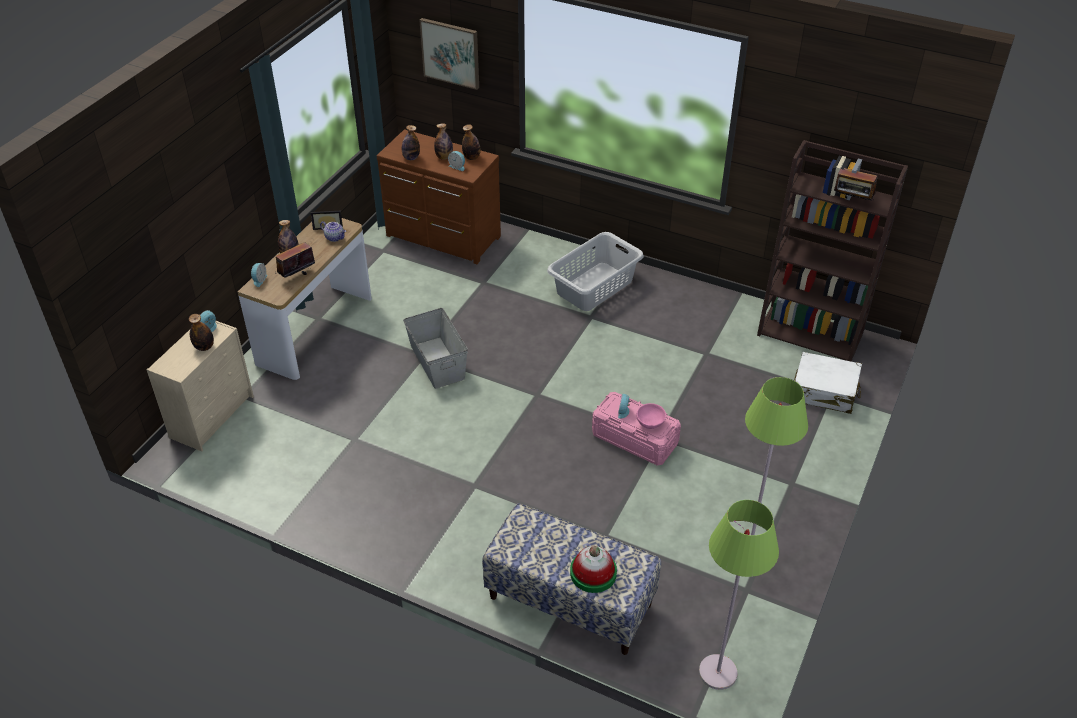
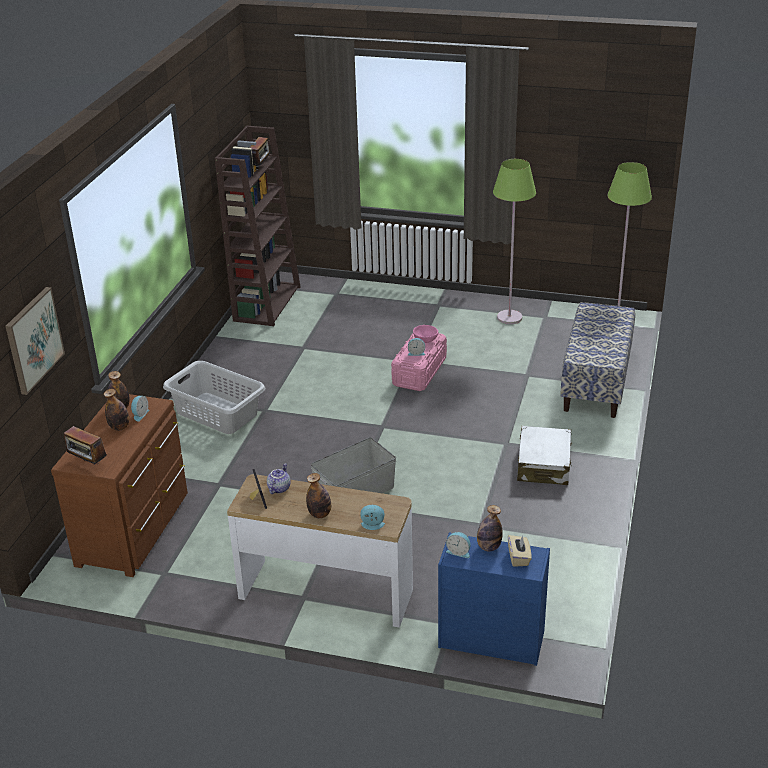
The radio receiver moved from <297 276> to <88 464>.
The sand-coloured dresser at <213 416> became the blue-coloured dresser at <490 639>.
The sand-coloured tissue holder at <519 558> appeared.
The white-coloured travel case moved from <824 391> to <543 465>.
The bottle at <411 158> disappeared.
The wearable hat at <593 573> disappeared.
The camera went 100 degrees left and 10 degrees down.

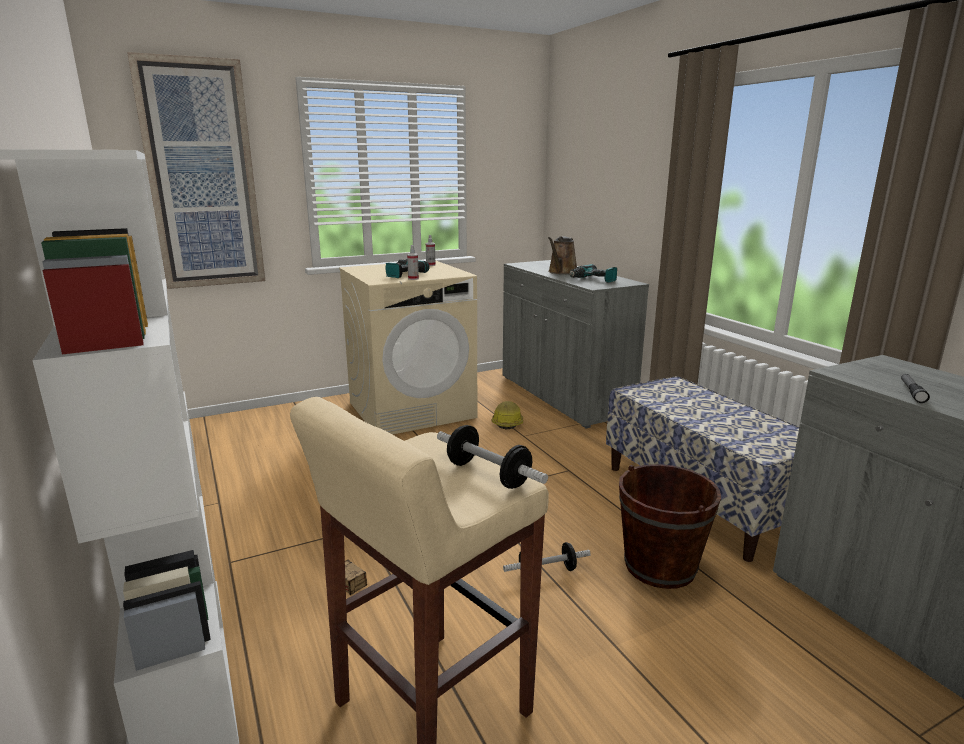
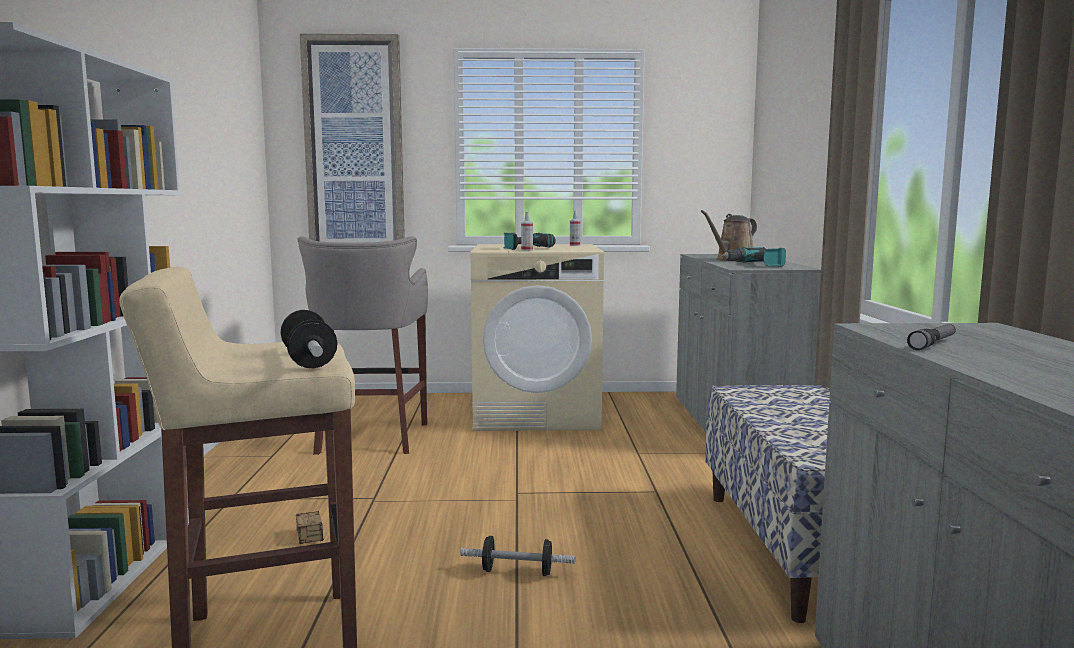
The gray sitting stool at <370 439> appeared.
The safety helmet at <507 422> disappeared.
The brownish water bucket at <660 566> disappeared.
The camera went 25 degrees right and 10 degrees down.

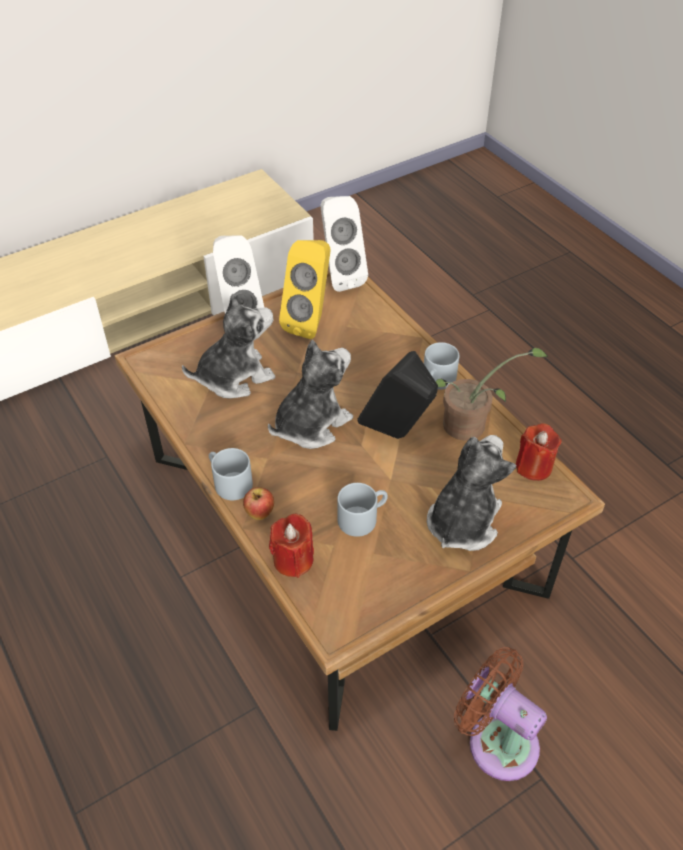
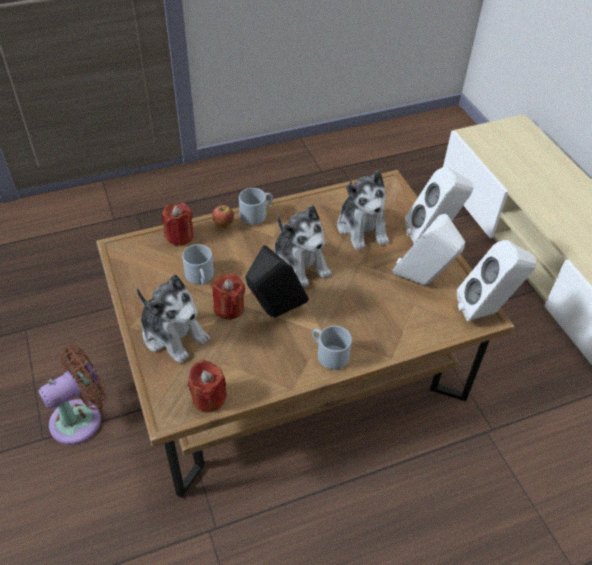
The red candle at <229 308> appeared.
The yellowish audio speaker at <310 322> became the white-coloured audio speaker at <422 282>.
The houseplant at <470 426> disappeared.
The camera went 100 degrees right and 0 degrees up.

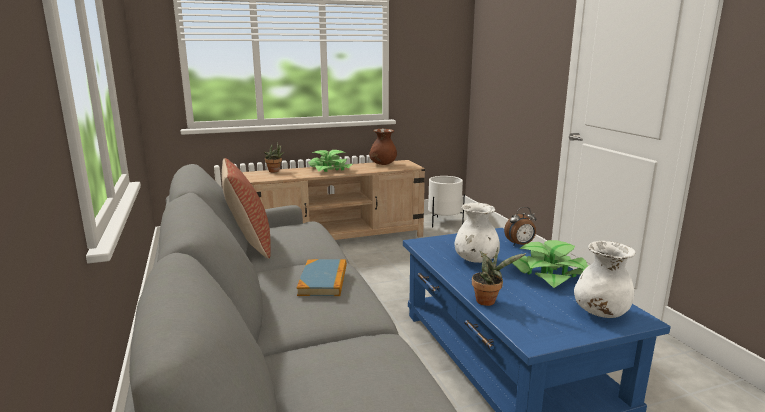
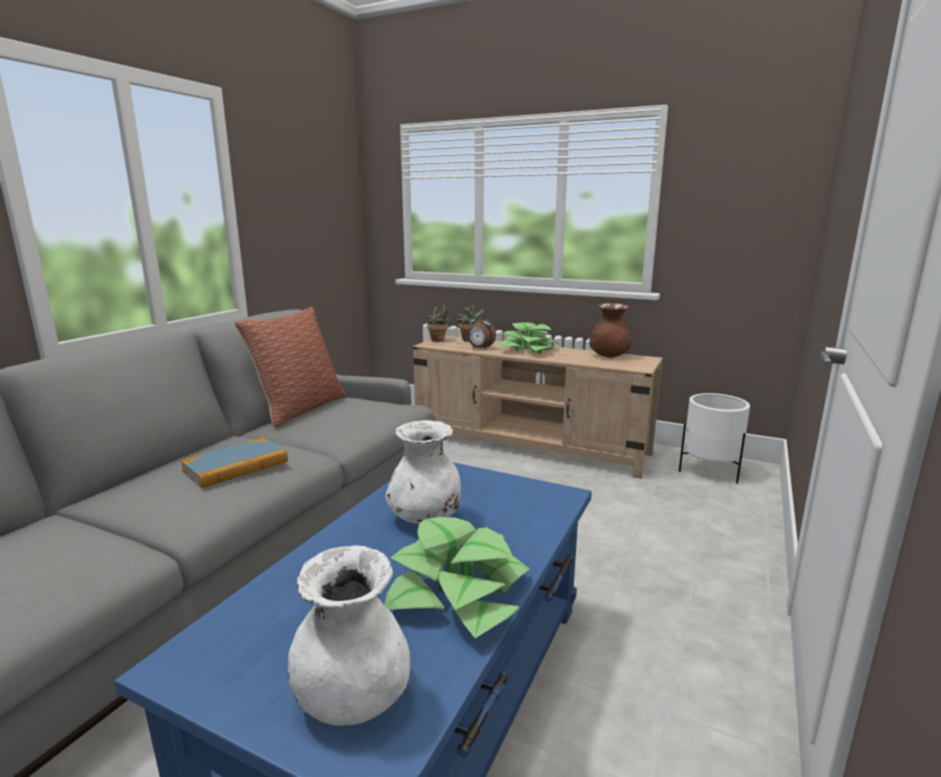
The houseplant moved from <488 301> to <439 340>.
The table clock moved from <520 244> to <480 348>.
The camera went 45 degrees right and 0 degrees up.

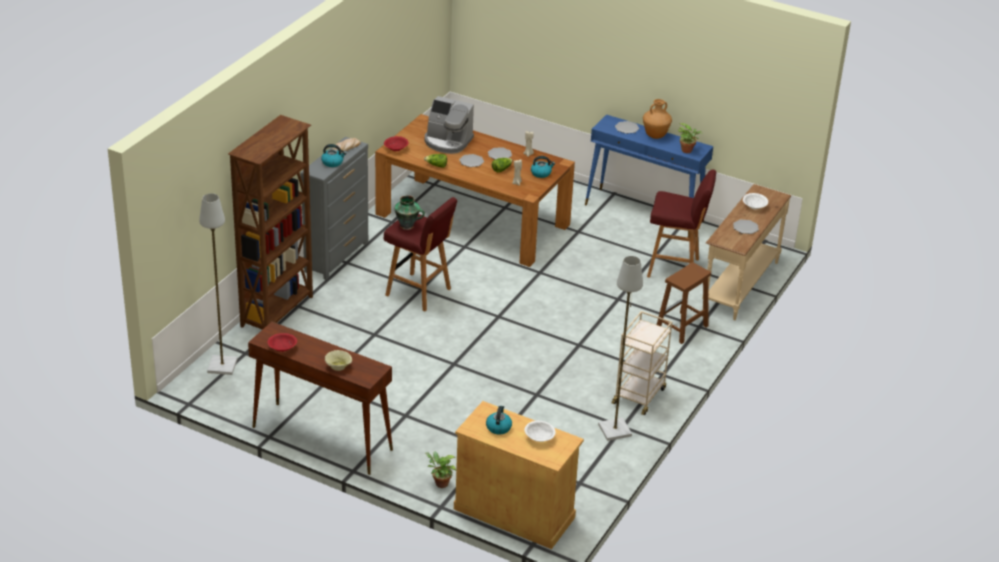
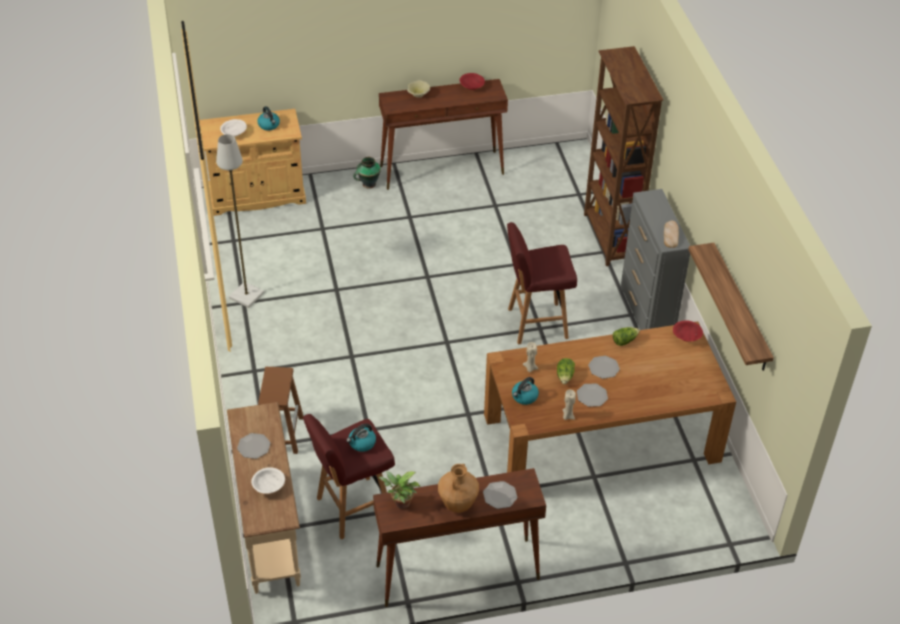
The water kettle moved from <333 162> to <362 443>.
The vase moved from <407 226> to <368 184>.
The blue-coloured console table at <644 213> became the brownish console table at <456 572>.
The shelf at <740 308> appeared.
The gray floor lamp at <221 365> disappeared.
The coffee maker at <447 142> disappeared.
The houseplant at <440 483> disappeared.
The sand-coloured trolley at <639 395> disappeared.
The camera went 140 degrees right and 10 degrees up.

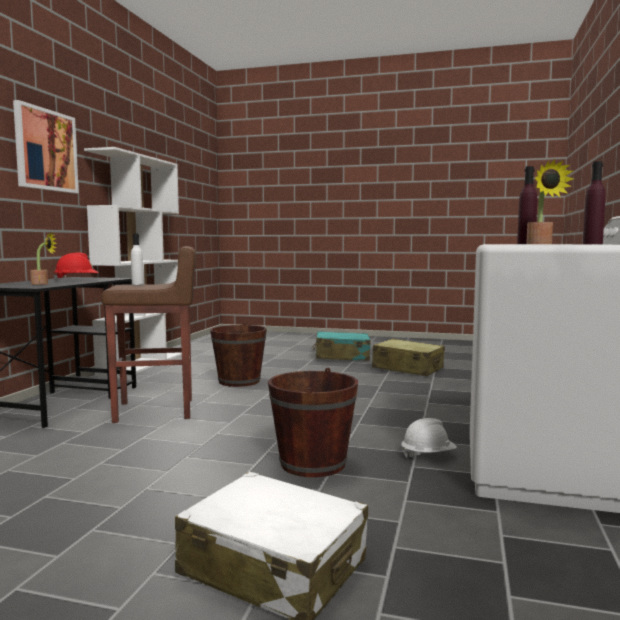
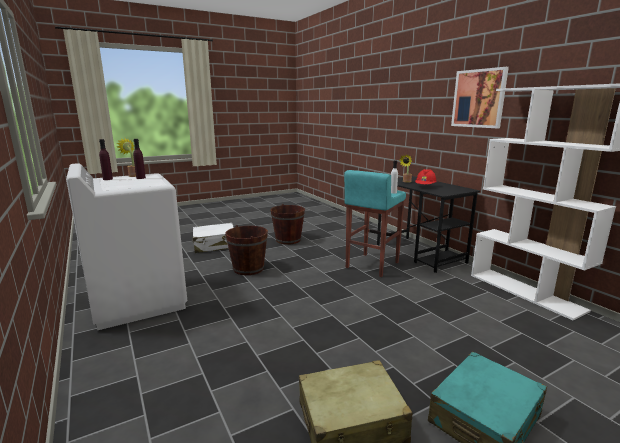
The brownish water bucket moved from <239 381> to <288 240>.
The brownish sitting stool at <156 411> became the turquoise sitting stool at <371 265>.
The white-coloured safety helmet at <428 455> disappeared.
The camera went 135 degrees right and 10 degrees up.

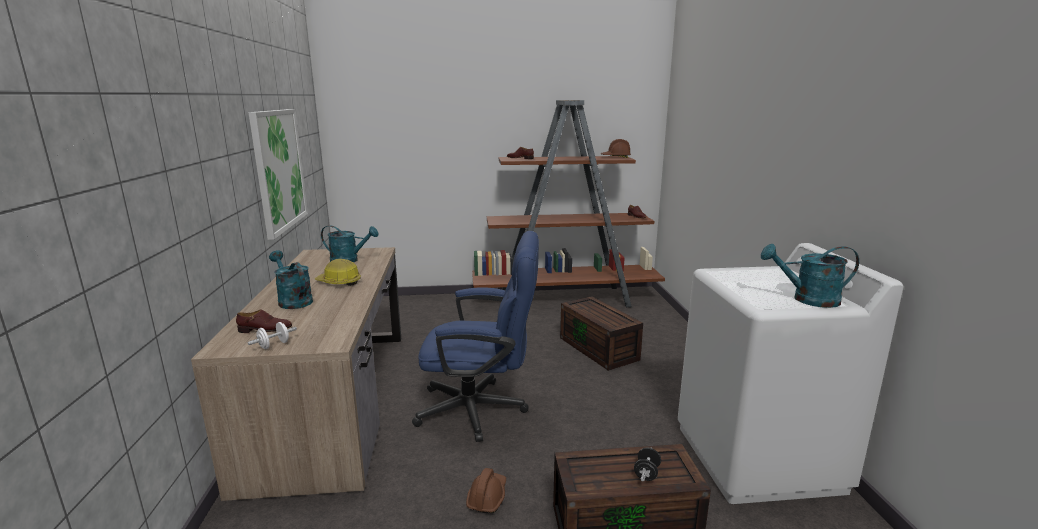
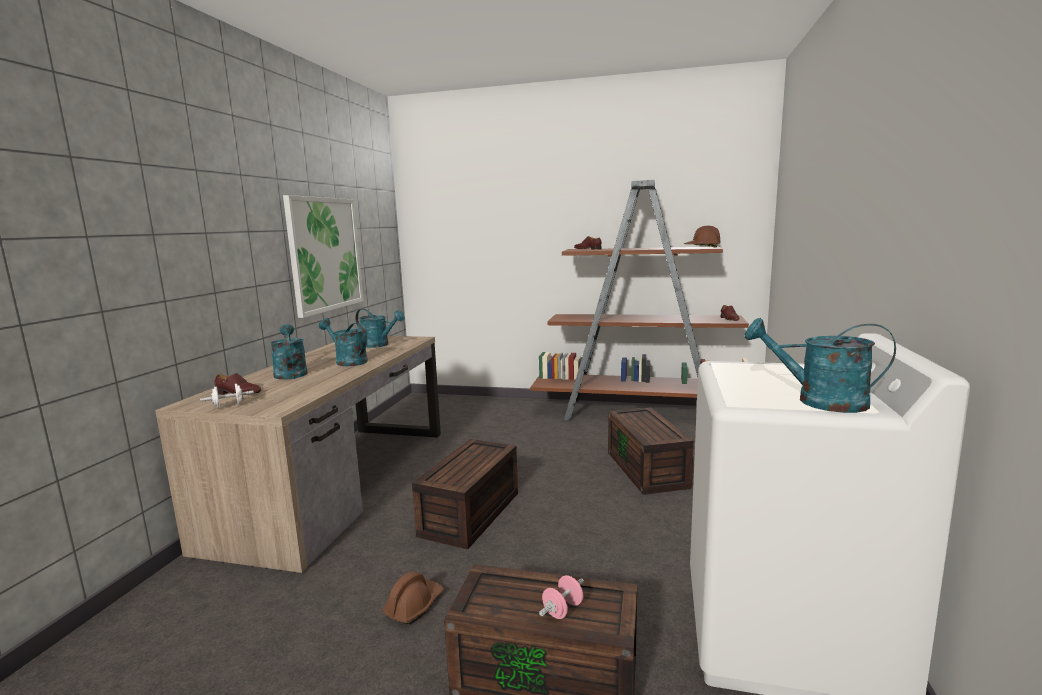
The safety helmet at <339 282> was replaced by the turquoise watering can at <347 361>.
The blue-coloured office chair at <481 410> was replaced by the brownish storage container at <471 515>.
The black hand weight at <646 473> became the pinkish hand weight at <563 610>.
The camera went 20 degrees right and 5 degrees down.

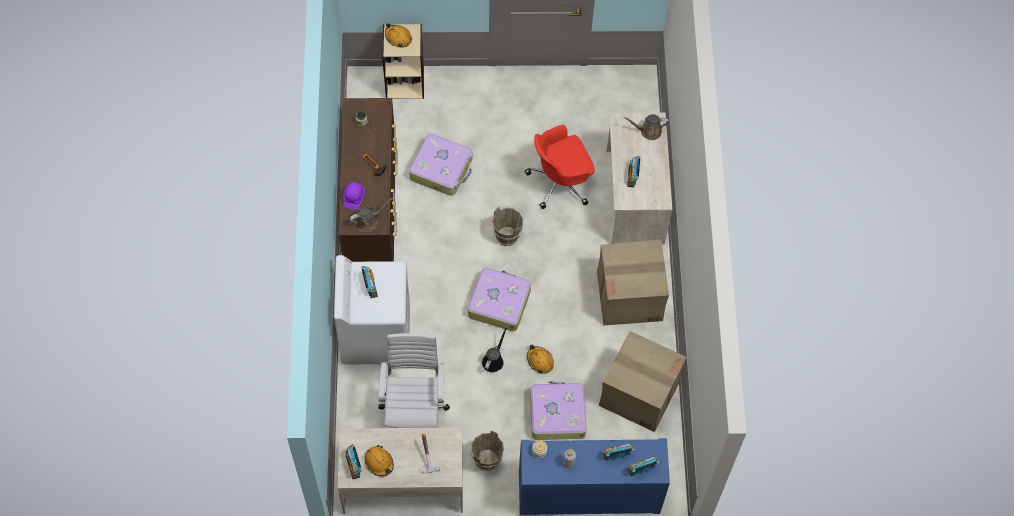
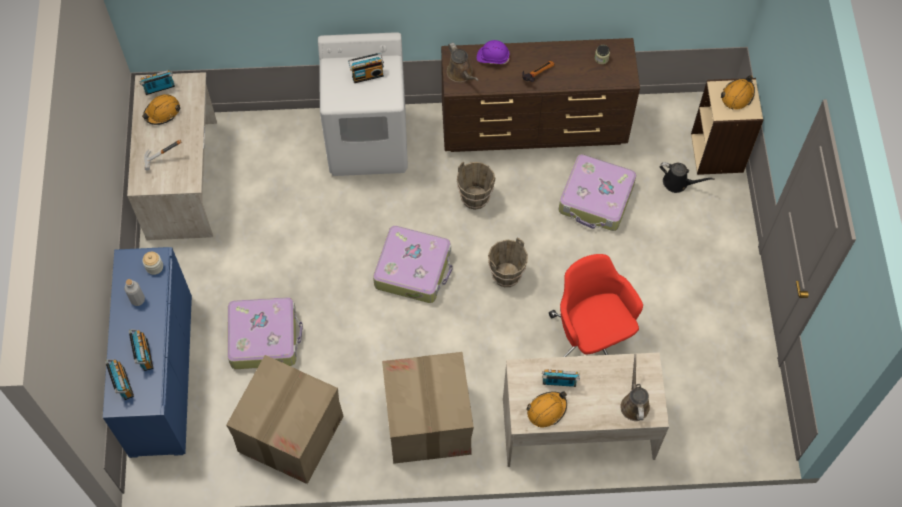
The brownish water bucket moved from <487 460> to <475 198>.
The orange-coloured safety helmet moved from <540 361> to <546 410>.
The black watering can moved from <493 360> to <678 183>.
The white-coloured office chair at <414 414> disappeared.
The camera went 90 degrees right and 0 degrees up.

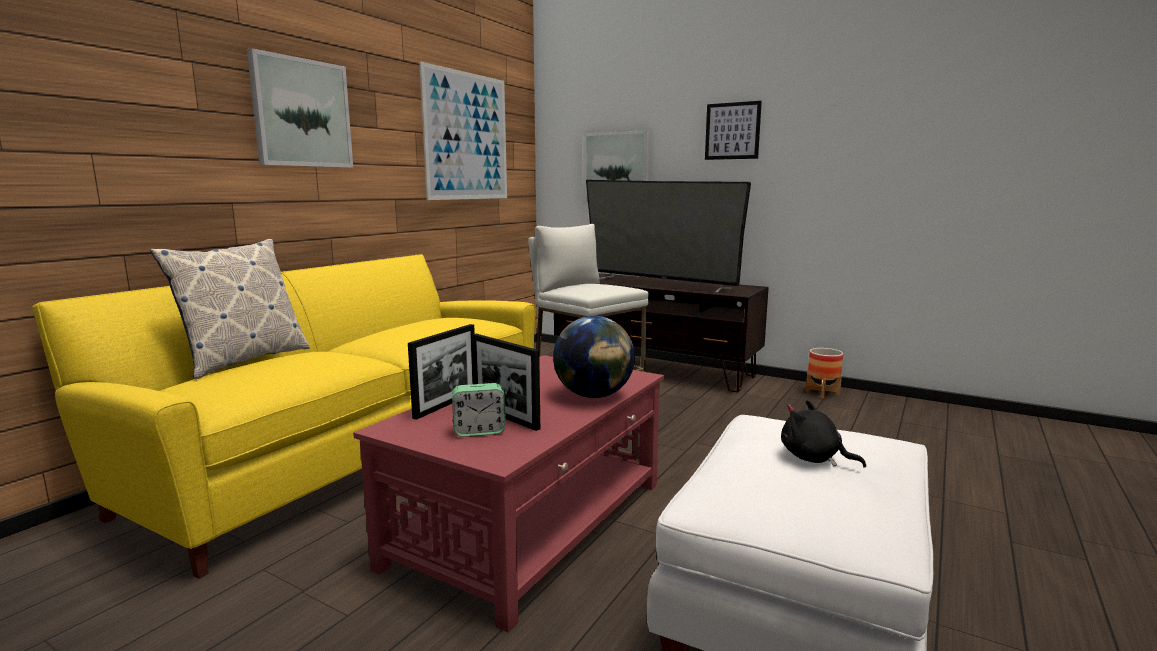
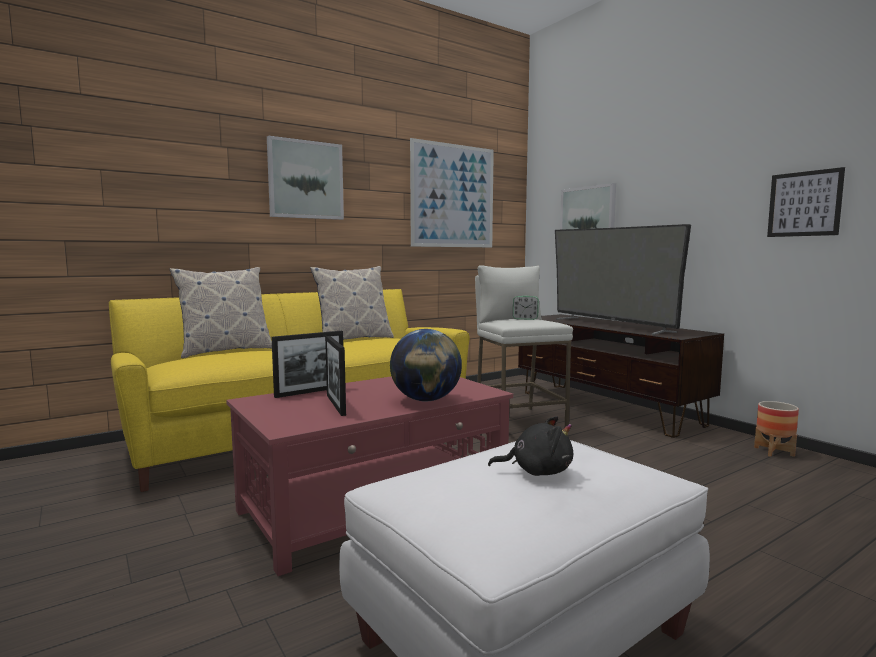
The throw pillow at <353 339> appeared.
The black soft toy at <814 458> turned 120 degrees clockwise.
The table clock moved from <479 431> to <525 319>.
The wall picture moved from <732 131> to <804 204>.
The camera went 25 degrees right and 5 degrees down.

